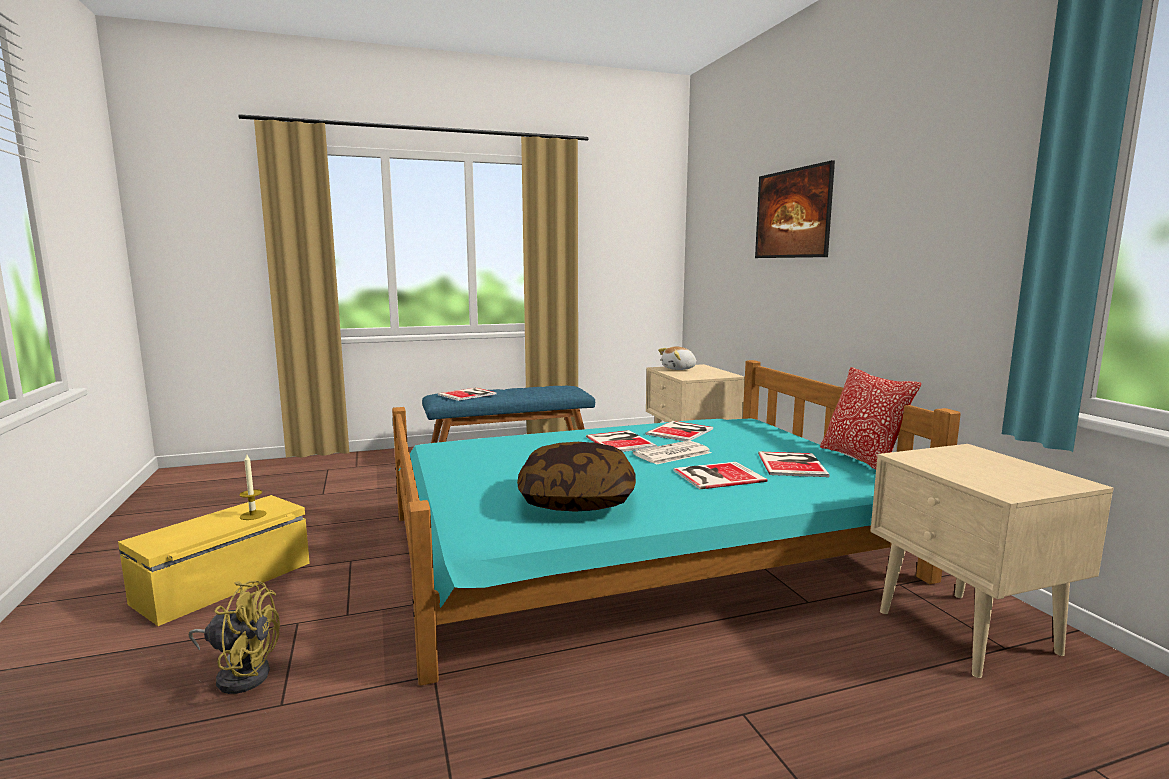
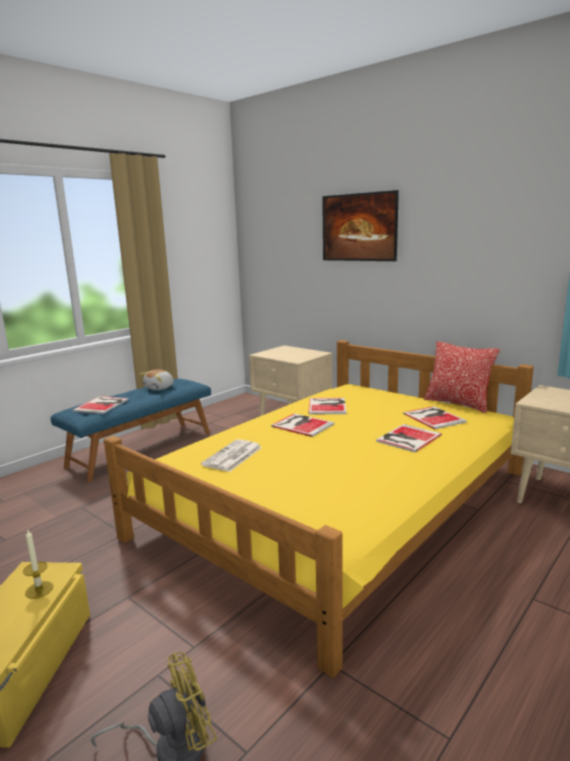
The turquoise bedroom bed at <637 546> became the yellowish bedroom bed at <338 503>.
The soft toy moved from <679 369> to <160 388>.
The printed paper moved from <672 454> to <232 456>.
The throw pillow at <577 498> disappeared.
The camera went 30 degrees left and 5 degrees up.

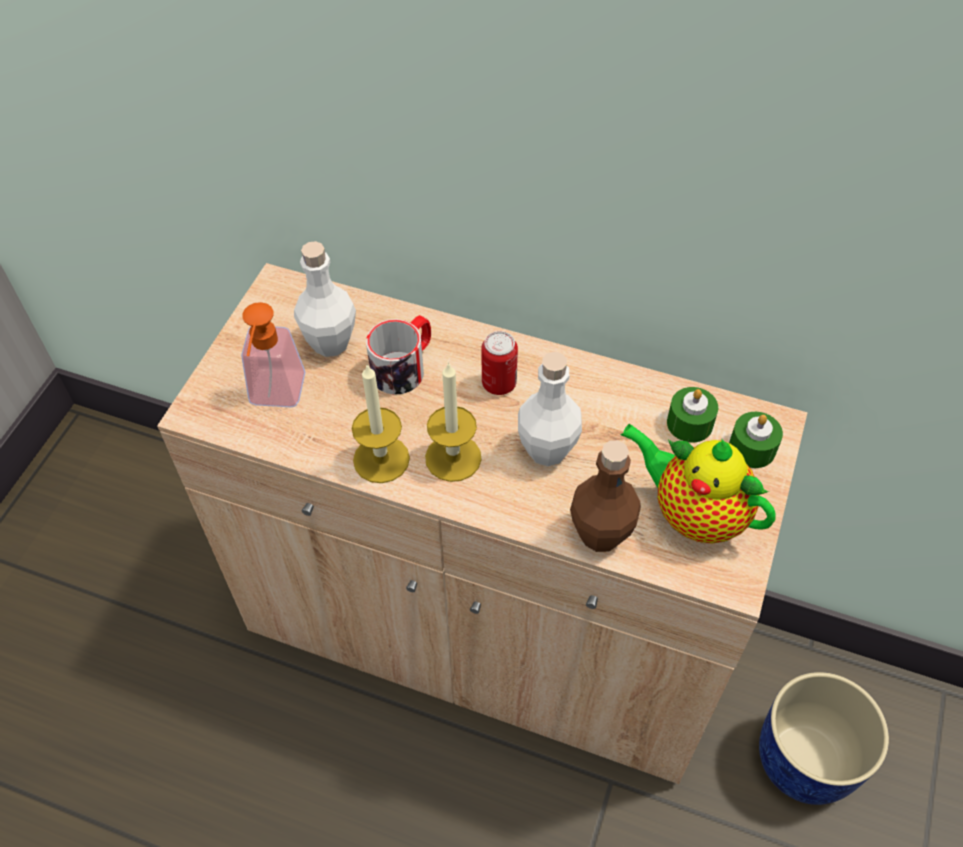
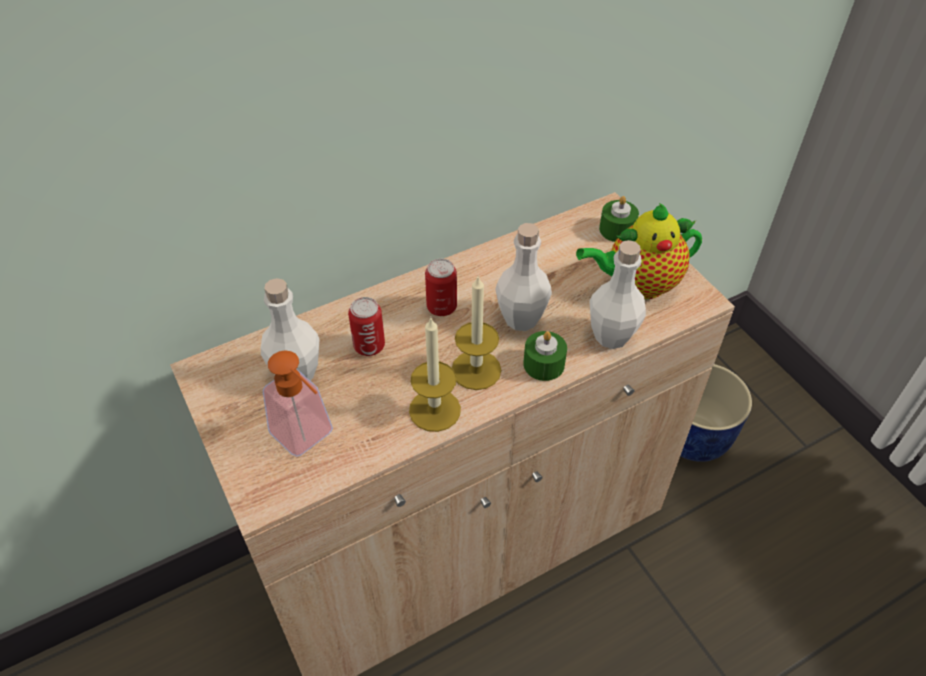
The coffee mug at <404 366> was replaced by the metal can at <369 346>.
The green-coloured candle moved from <689 423> to <544 364>.
The brownish bottle at <600 534> became the white-coloured bottle at <611 336>.
The camera went 50 degrees left and 5 degrees down.

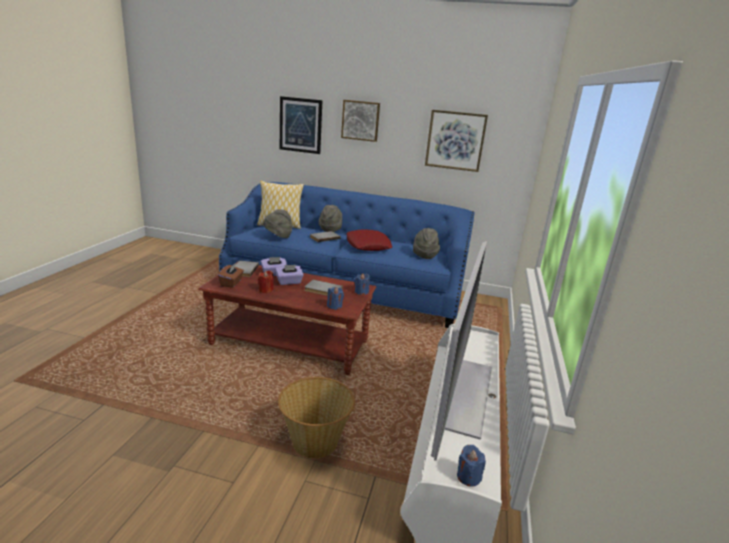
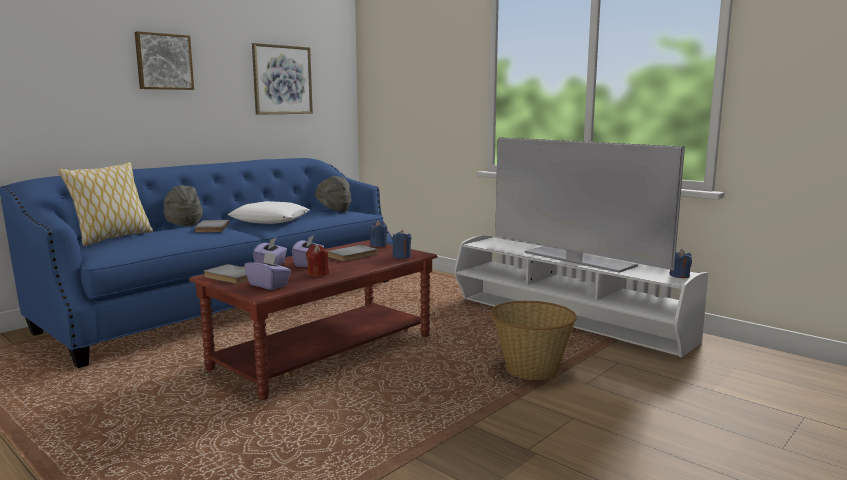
The red throw pillow at <368 245> became the white-coloured throw pillow at <270 220>.
The brownish tissue holder at <231 283> became the purple tissue holder at <268 285>.
The gray wearable hat at <278 236> disappeared.
The wall picture at <300 125> disappeared.
The camera went 60 degrees left and 10 degrees down.

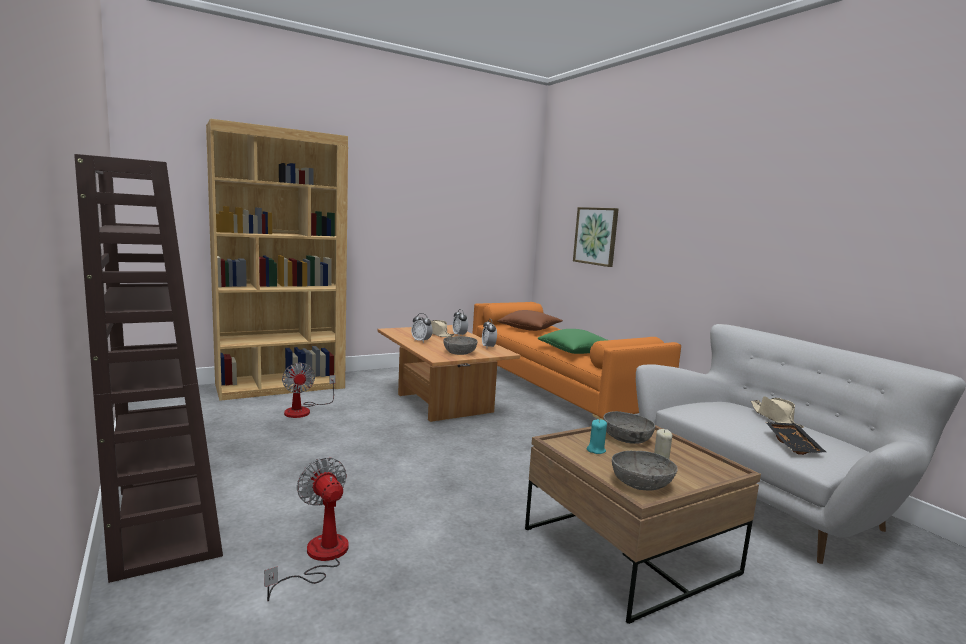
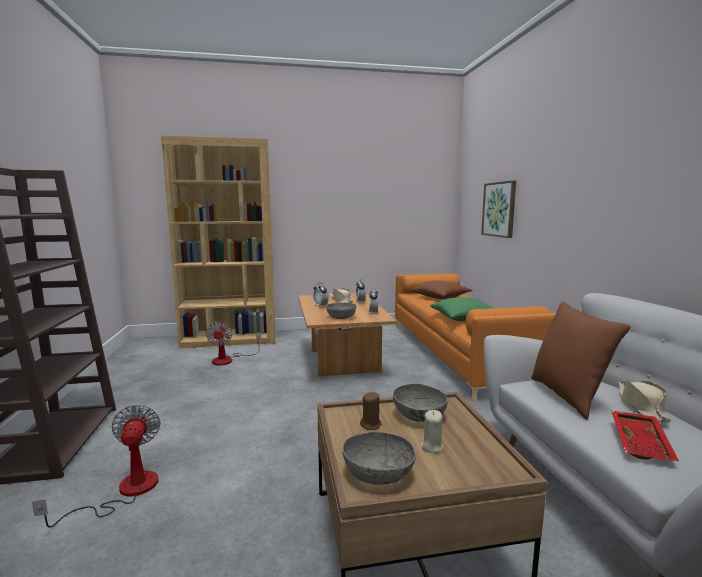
The turquoise candle at <596 450> became the brownish candle at <371 425>.
The brownish throw pillow at <568 396> appeared.
The black tray at <794 444> became the red tray at <642 444>.
The camera went 20 degrees right and 0 degrees up.

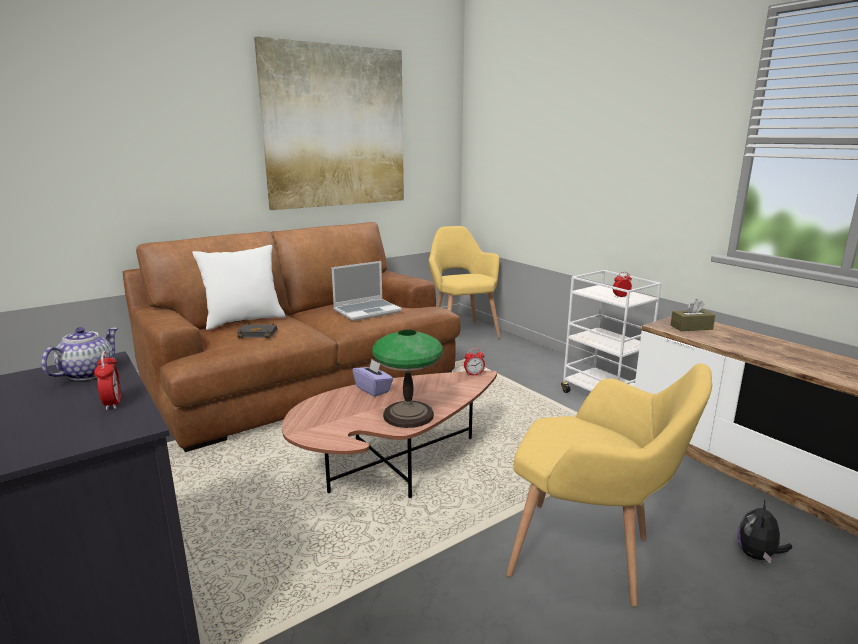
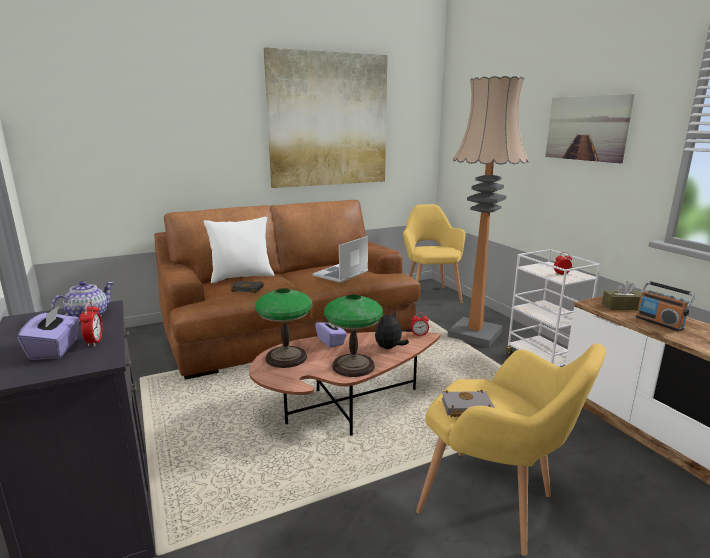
The purple tissue holder at <55 349> appeared.
The tabletop lamp at <286 358> appeared.
The notebook computer at <367 311> turned 150 degrees clockwise.
The soft toy moved from <757 556> to <389 348>.
The gray volume at <466 408> appeared.
The floor lamp at <474 334> appeared.
The wall picture at <586 128> appeared.
The radio receiver at <659 323> appeared.
The camera went 10 degrees right and 0 degrees up.

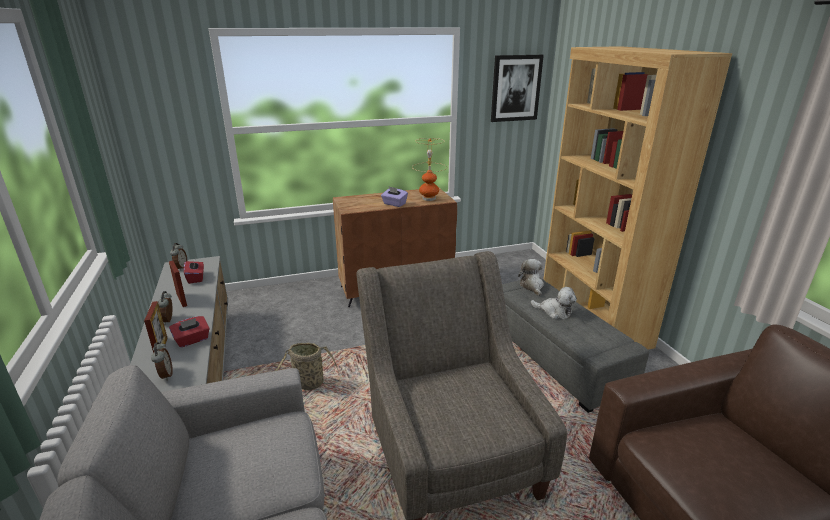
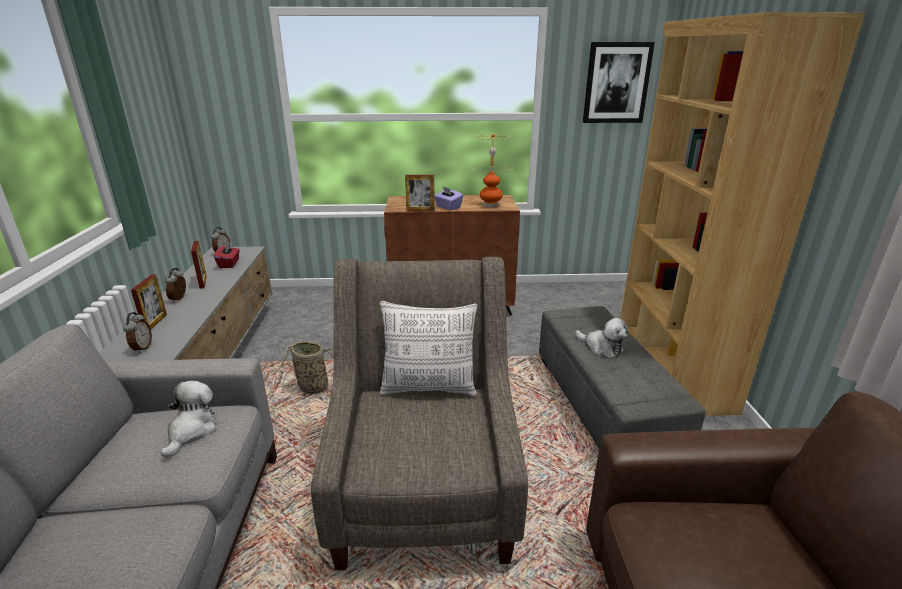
The soft toy moved from <532 286> to <192 431>.
The throw pillow at <429 387> appeared.
The picture frame at <420 210> appeared.
The red tissue holder at <192 340> disappeared.
The camera went 15 degrees right and 0 degrees up.

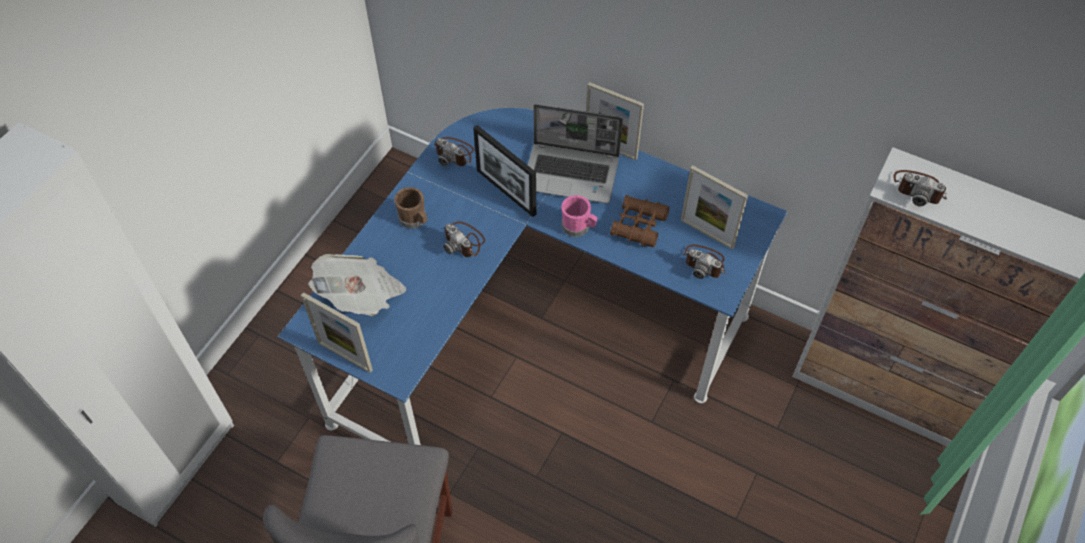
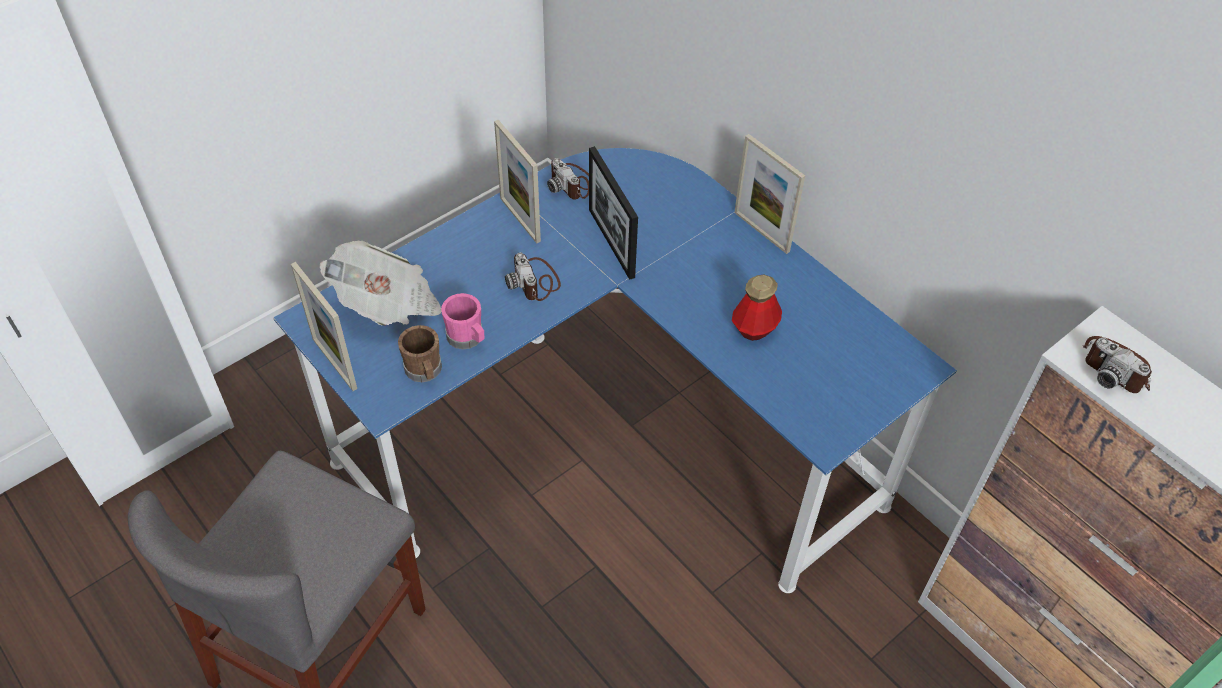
The brownish coffee mug moved from <414 220> to <424 371>.
The pinkish coffee mug moved from <578 227> to <467 338>.
The picture frame moved from <707 233> to <520 219>.
The brownish pair of binoculars at <638 225> was replaced by the bottle at <754 328>.
The notebook computer at <572 173> disappeared.
The still camera at <704 263> disappeared.
The camera went 20 degrees right and 5 degrees down.

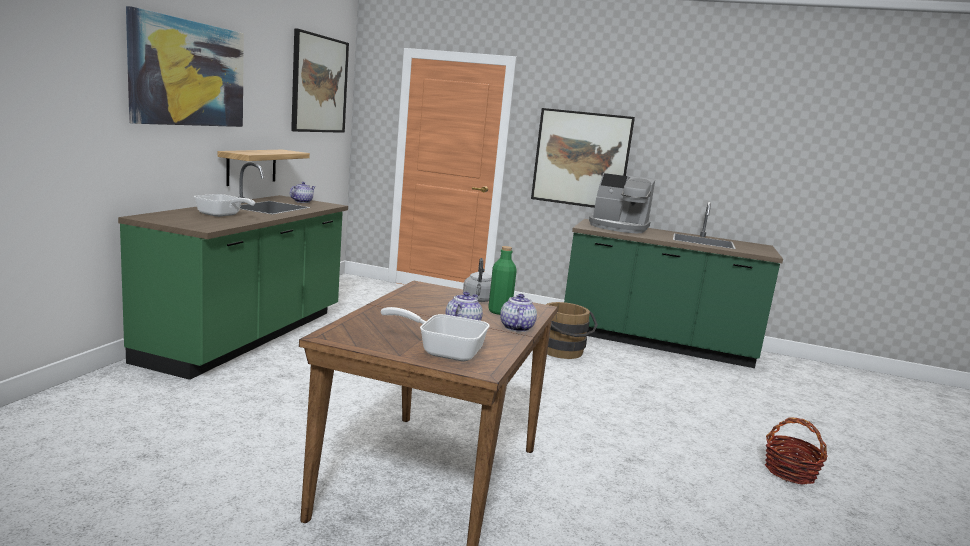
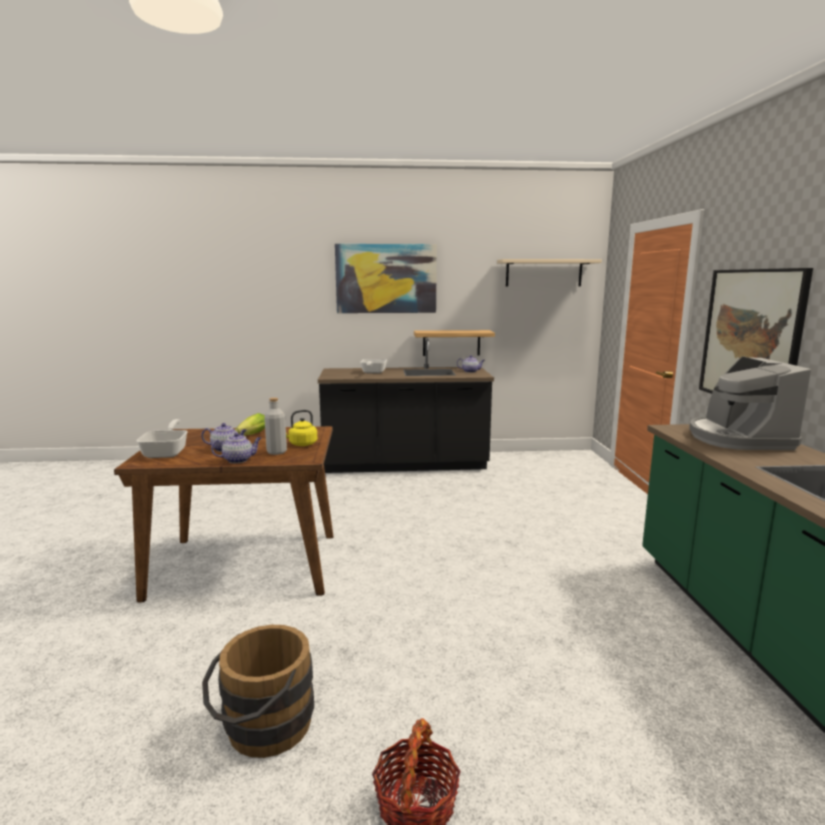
The brownish water bucket moved from <563 352> to <262 729>.
The head of lettuce at <250 435> appeared.
The green-coloured bottle at <499 311> became the gray bottle at <276 452>.
The gray water kettle at <478 300> became the yellowish water kettle at <301 444>.
The green-coloured counter at <248 336> became the black counter at <405 465>.
The wall picture at <319 84> was replaced by the sand-coloured shelf at <544 273>.
The camera went 70 degrees right and 0 degrees up.

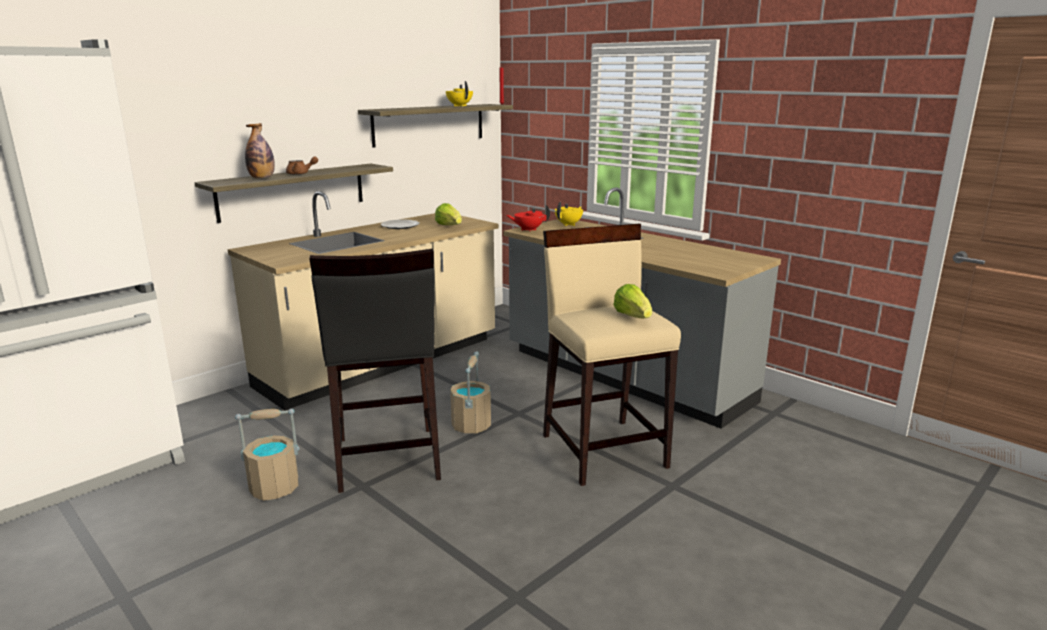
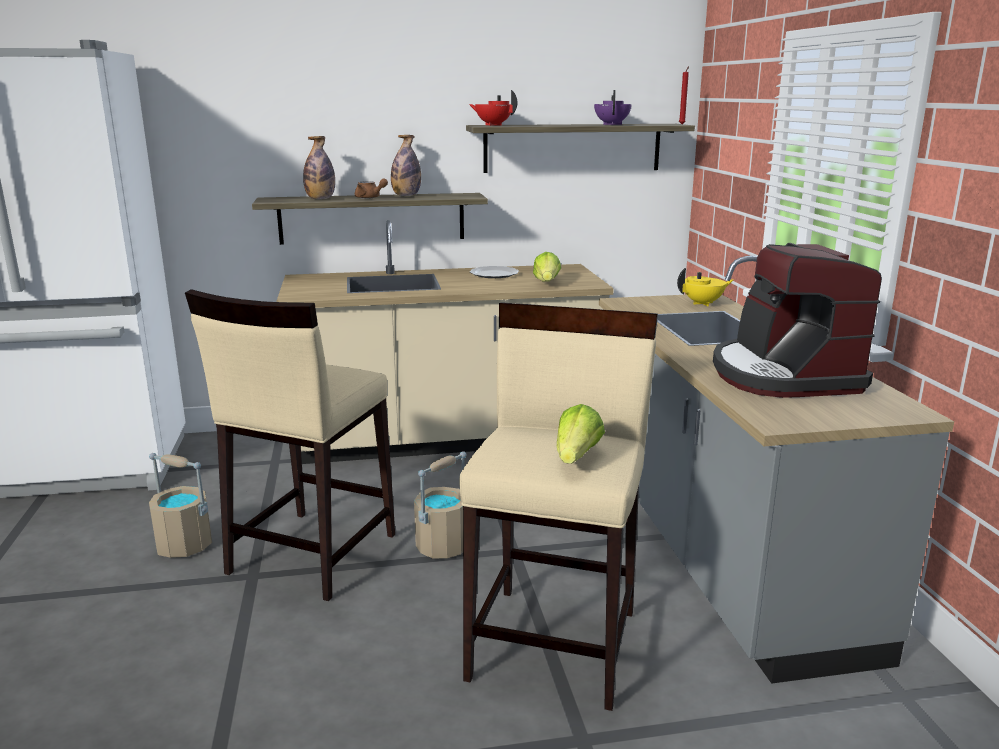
The black sitting stool at <386 459> became the sand-coloured sitting stool at <310 554>.
The bottle at <406 196> appeared.
The red teapot moved from <528 230> to <493 125>.
The yellowish teapot at <459 106> became the purple teapot at <612 124>.
The coffee maker at <783 375> appeared.
The camera went 35 degrees right and 0 degrees up.

